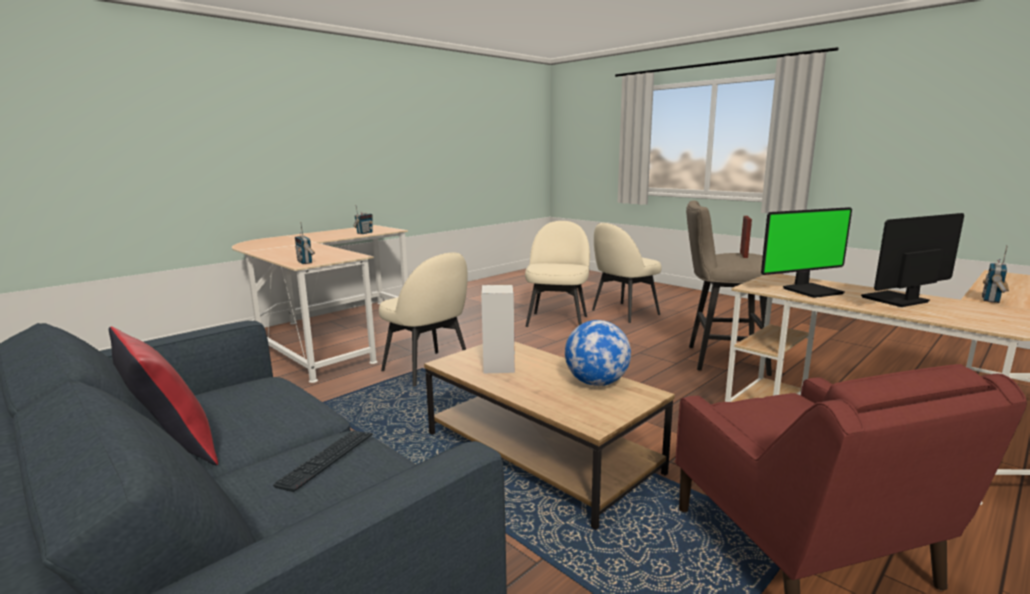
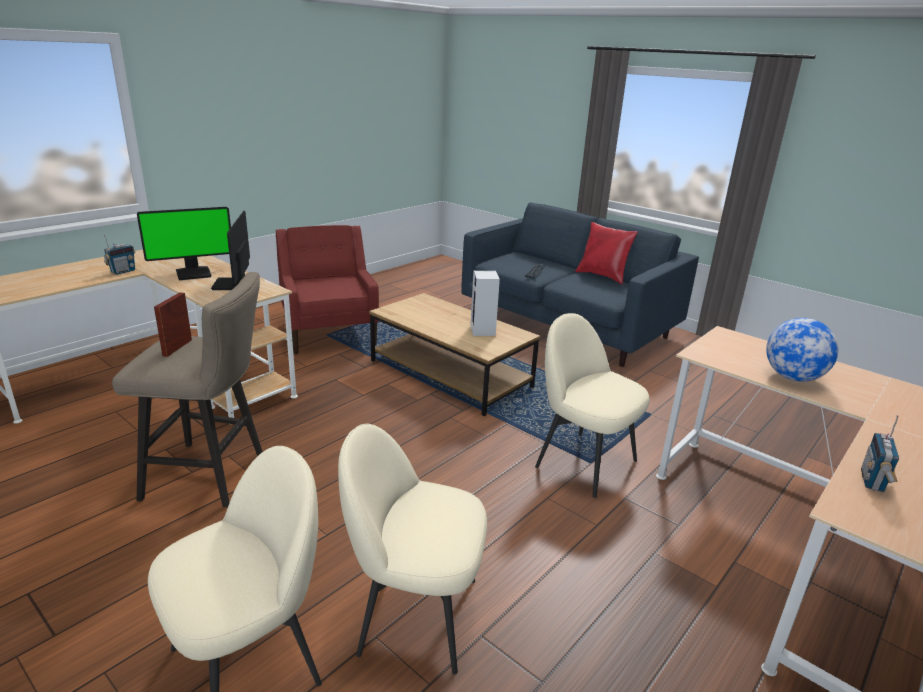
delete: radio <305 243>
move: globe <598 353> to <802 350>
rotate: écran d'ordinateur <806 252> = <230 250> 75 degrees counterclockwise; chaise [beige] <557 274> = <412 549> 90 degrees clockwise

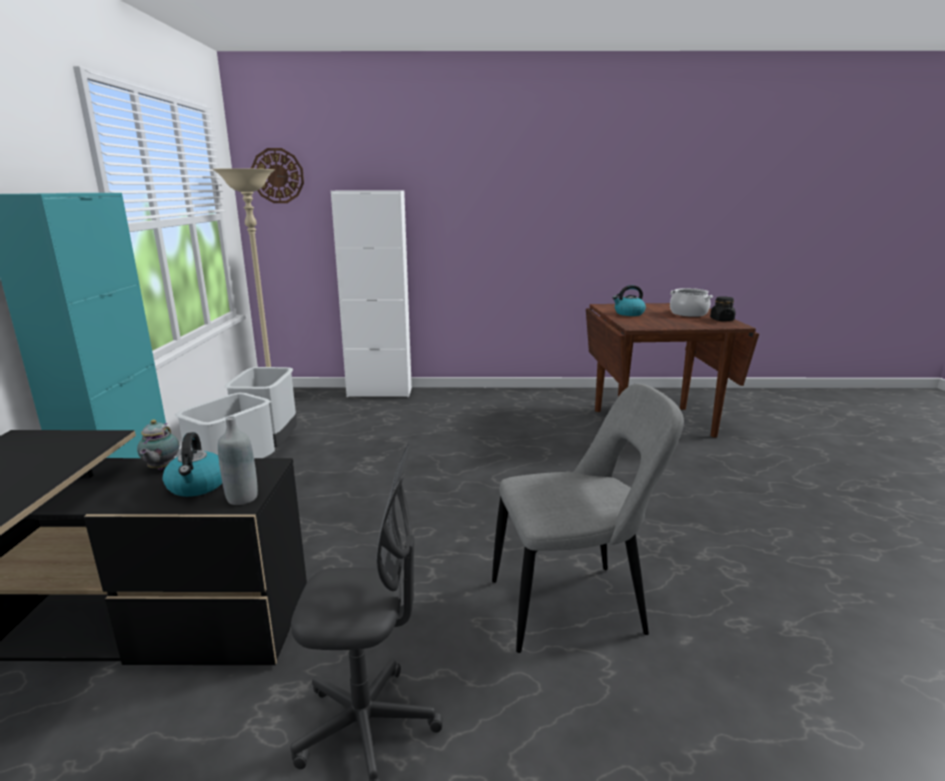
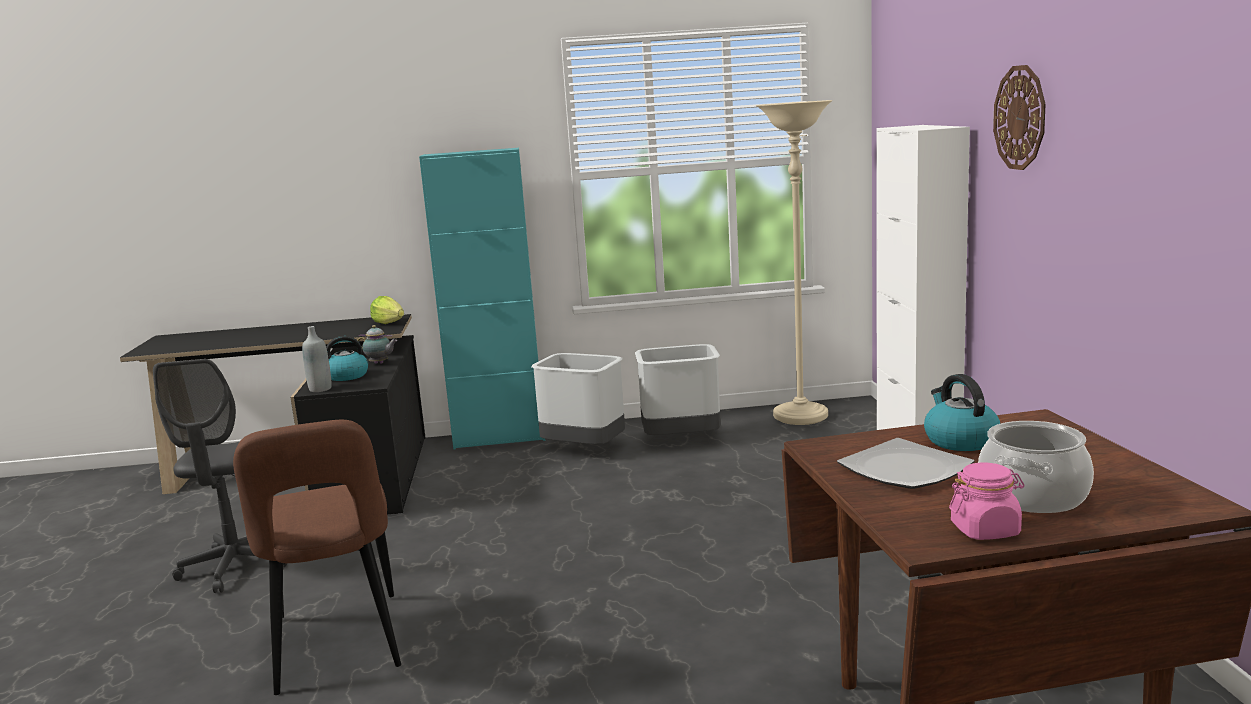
insert: laitue <387 310>; assiette <906 463>
move: horloge murale <277 175> to <1019 117>
recolor: chaise [gris] <588 518> to chaise [marron] <317 557>; bocal [noir] <723 308> to bocal [rose] <987 501>
rotate: théière <158 445> = <377 344> 150 degrees counterclockwise

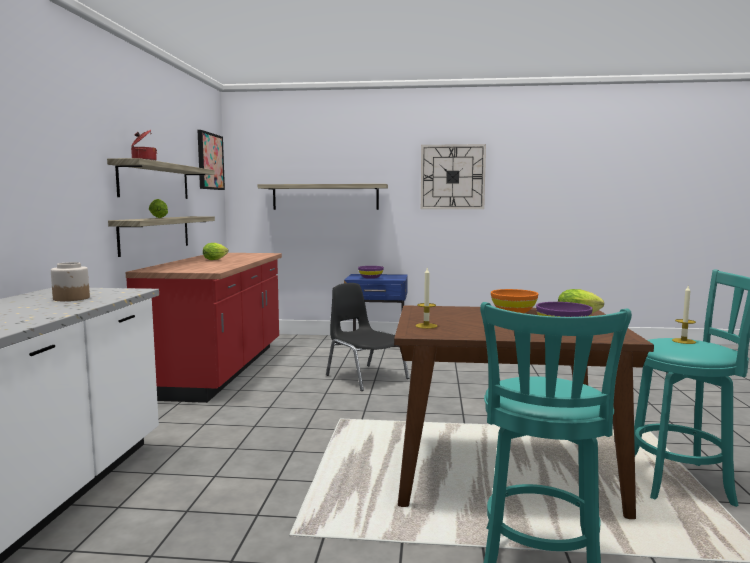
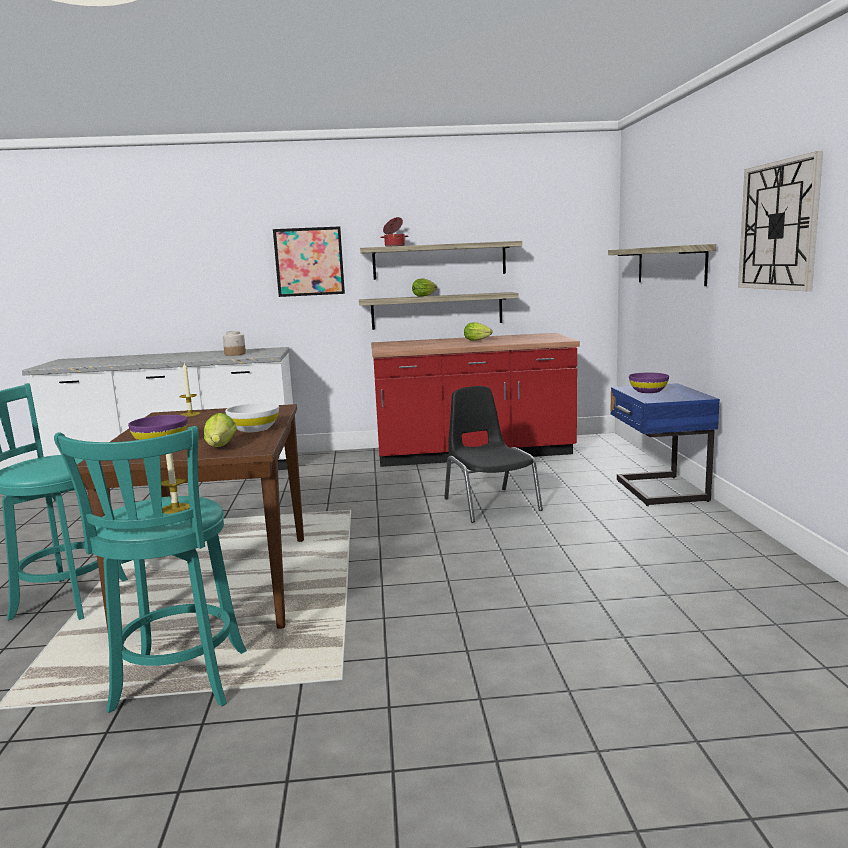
move: tableau <211 160> to <309 261>
recolor: bol [orange] <514 301> to bol [blanc] <252 417>
rotate: chaise [noir] <367 337> = <493 454> 60 degrees counterclockwise

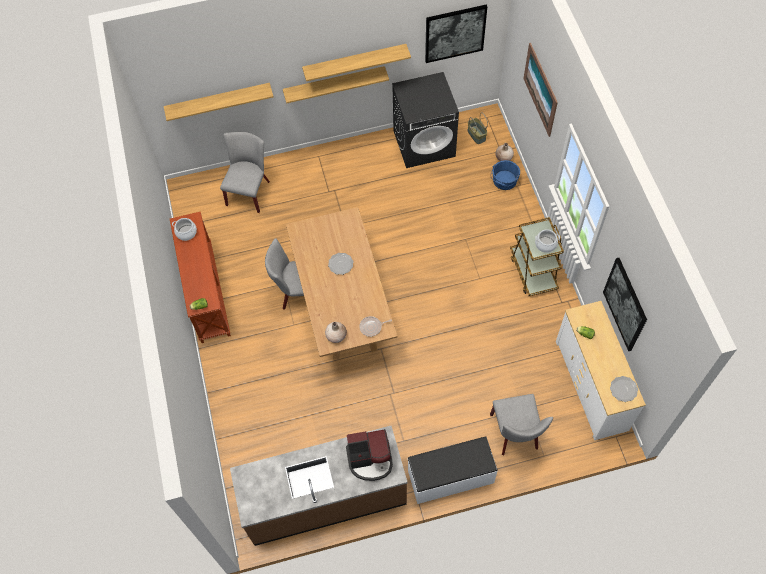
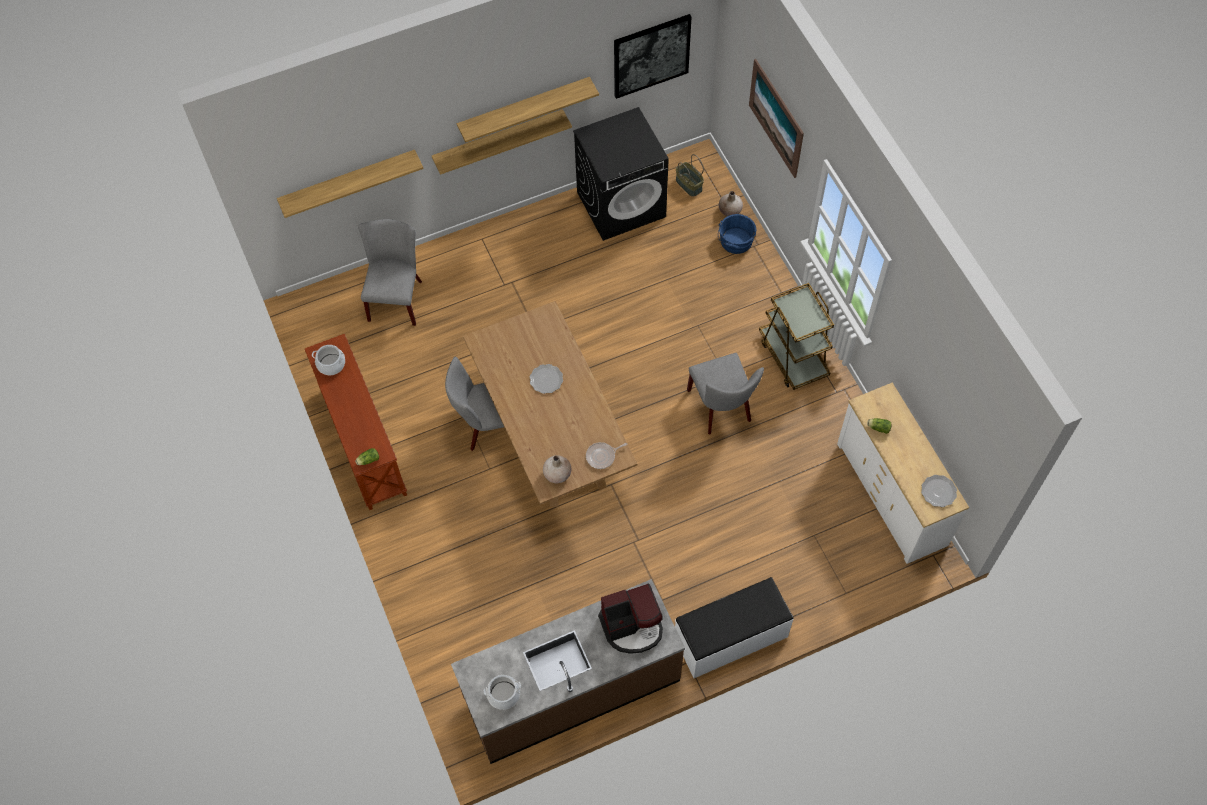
delete: tableau <625 304>
move: marmite <547 241> to <502 692>; chaise [gris] <521 425> to <725 394>

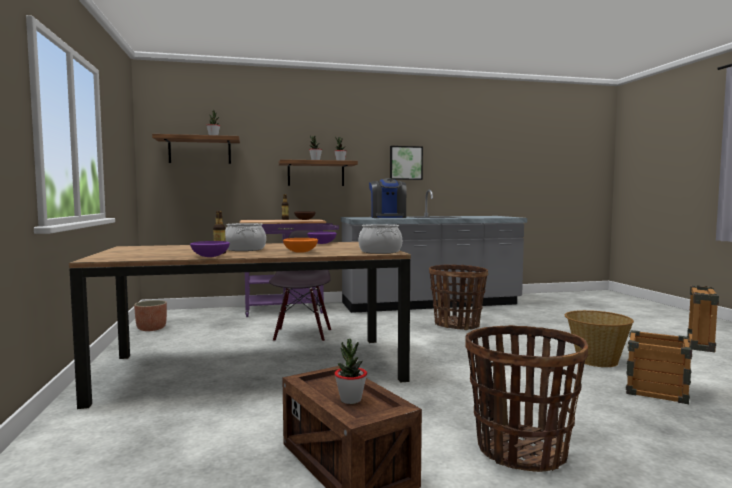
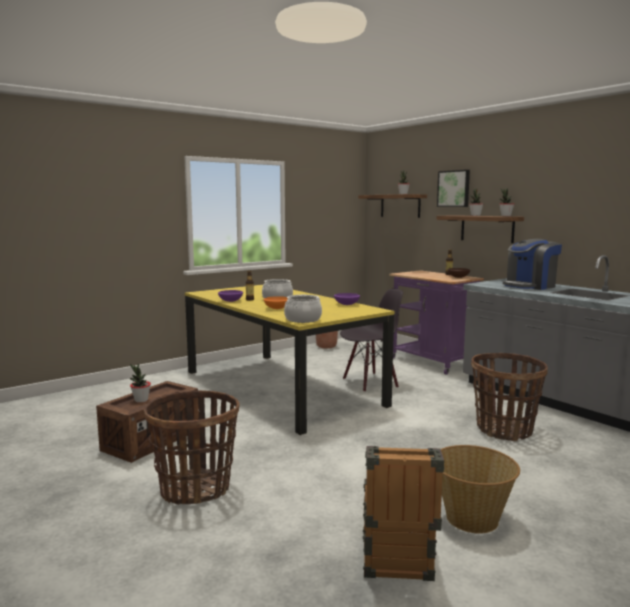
move: tableau <406 163> to <453 188>
recolor: table à manger [marron] <240 325> to table à manger [jaune] <289 360>

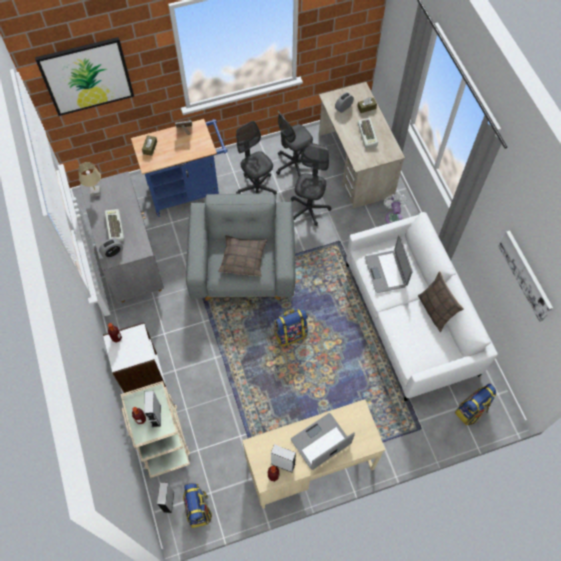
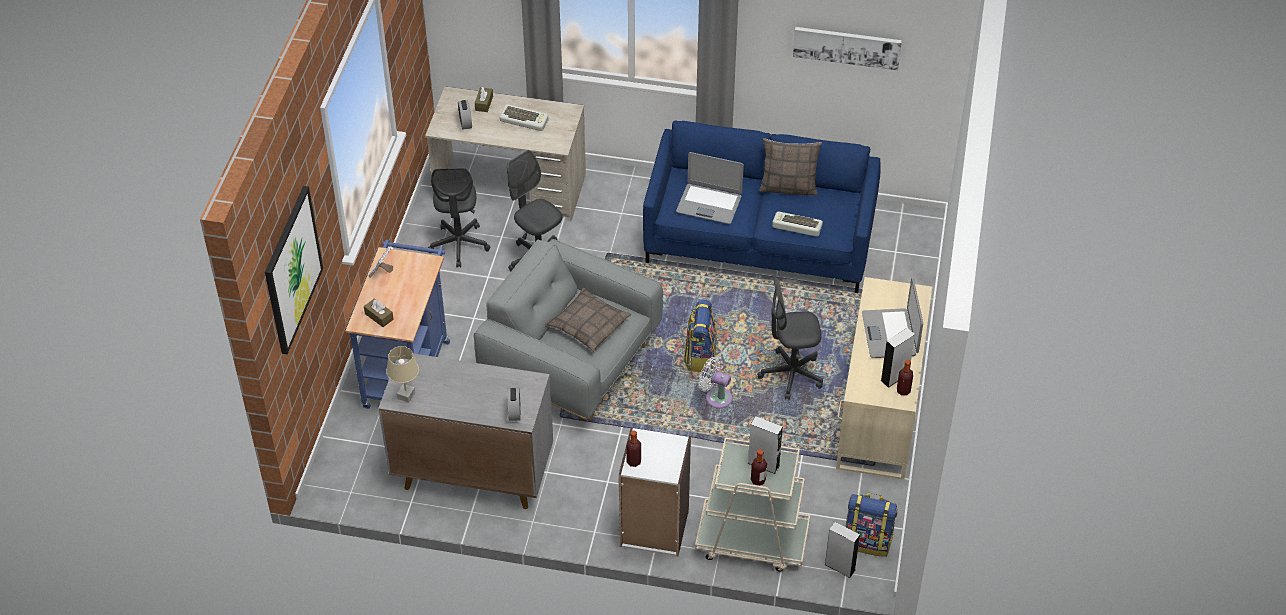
delete: sac à dos <475 404>
move: ventilateur [blanc] <395 208> to <715 382>; chaise de bureau [gris] <256 158> to <790 337>; clavier <115 225> to <797 224>
recolor: canapé [blanc] <422 306> to canapé [bleu] <762 207>

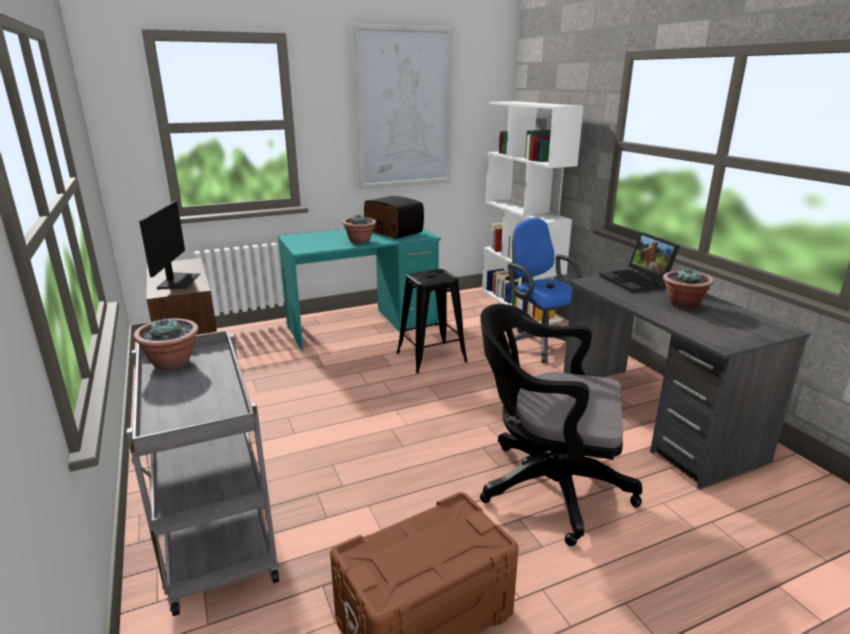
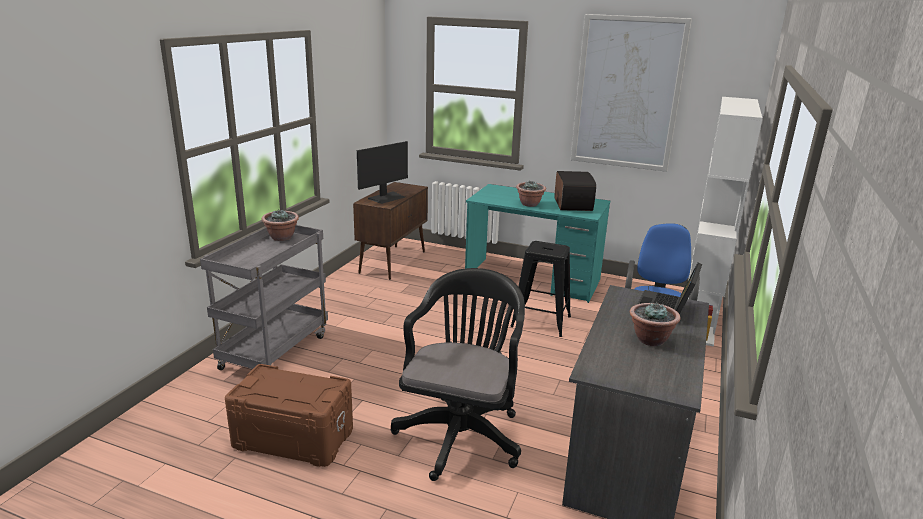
rotate: chaise de bureau [noir] <561 425> = <458 374> 45 degrees clockwise

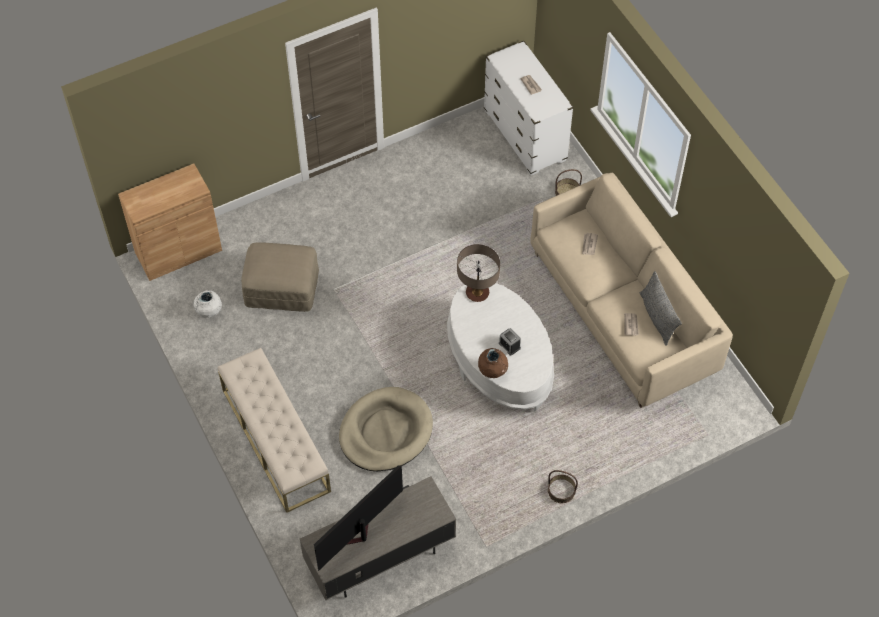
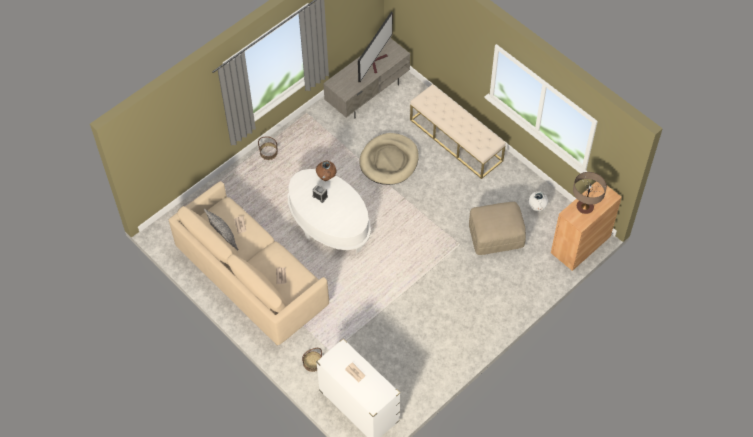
move: lampe de table <478 273> to <590 193>

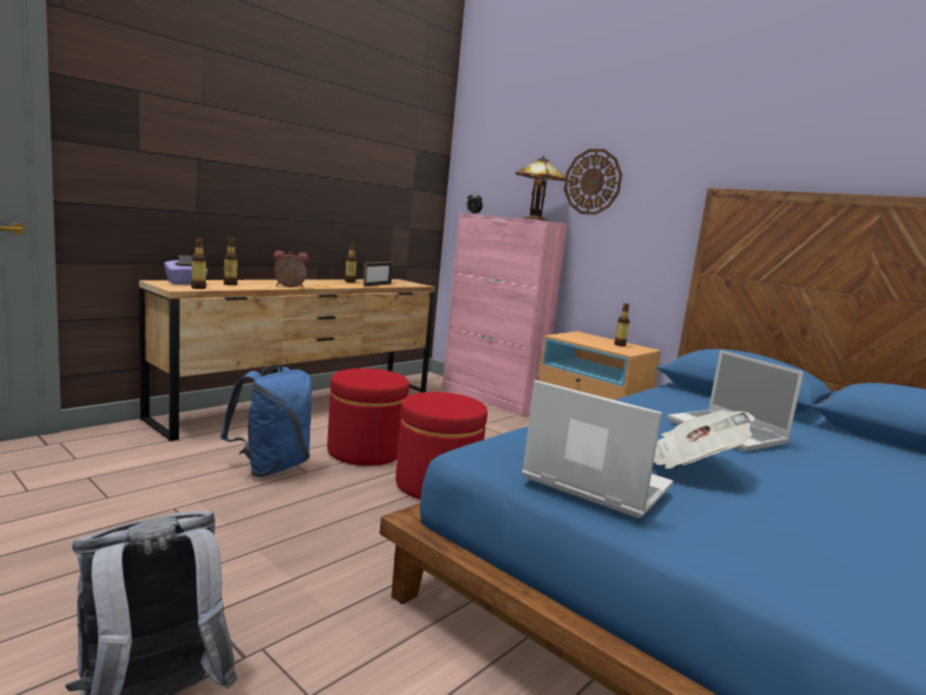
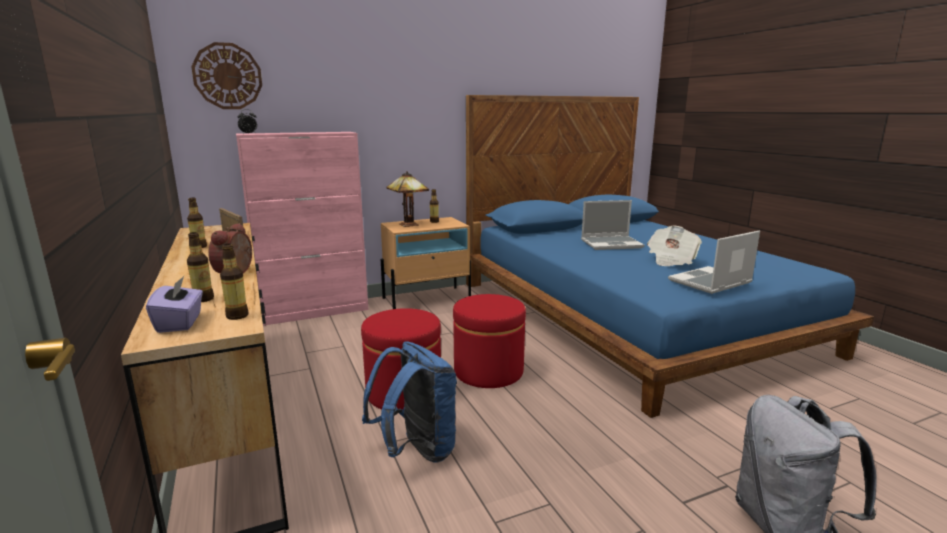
move: horloge murale <593 182> to <226 75>; lampe de table <541 188> to <407 199>

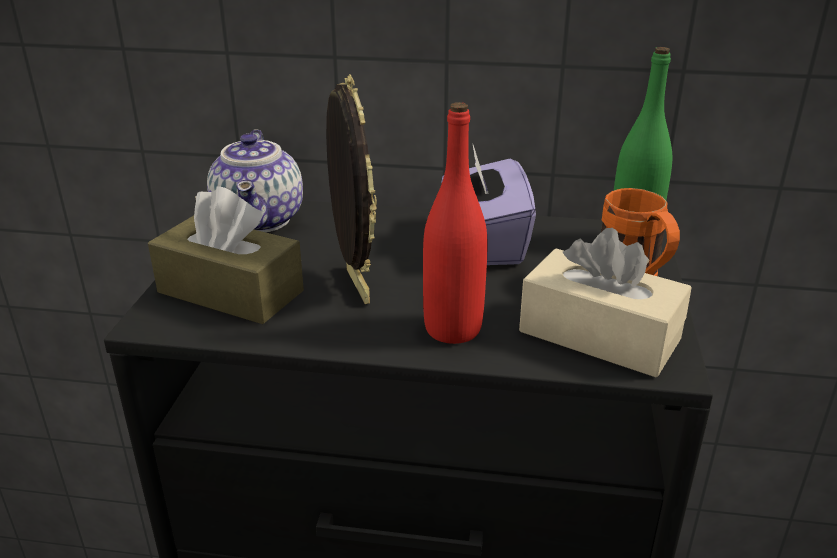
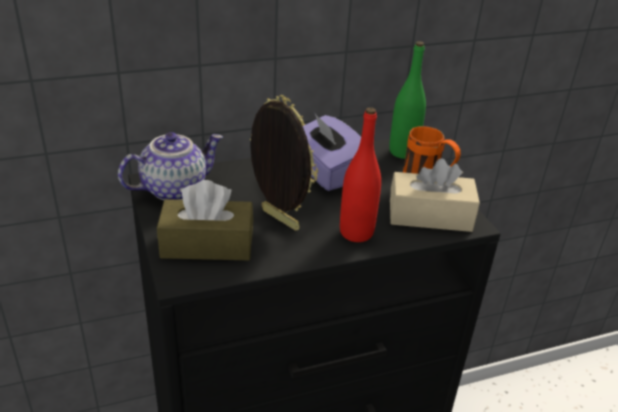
rotate: théière <255 181> = <170 166> 90 degrees counterclockwise

